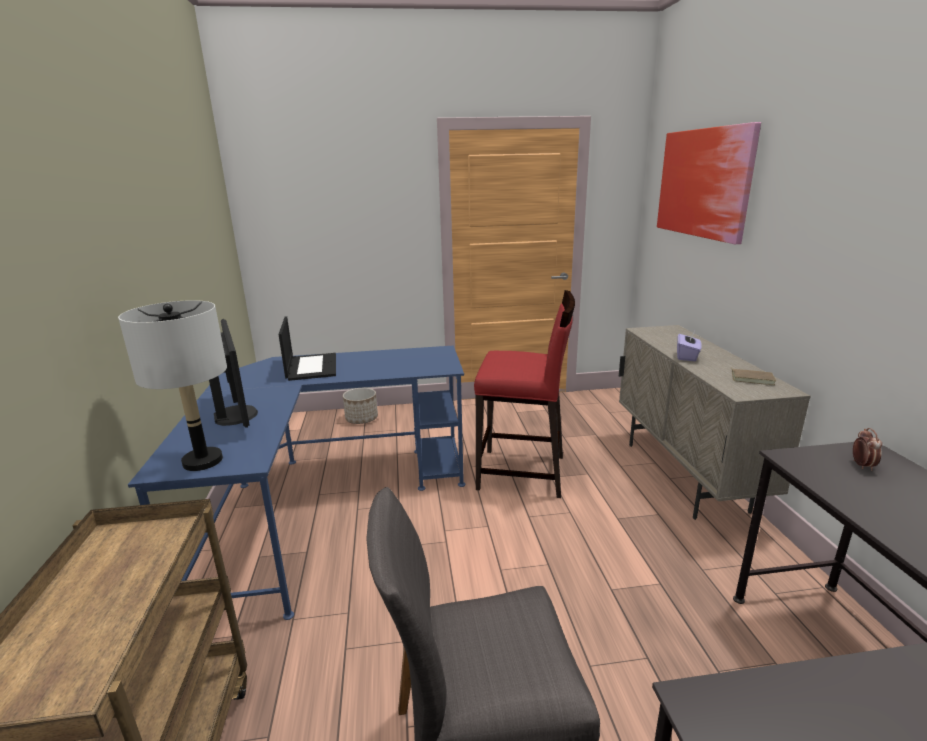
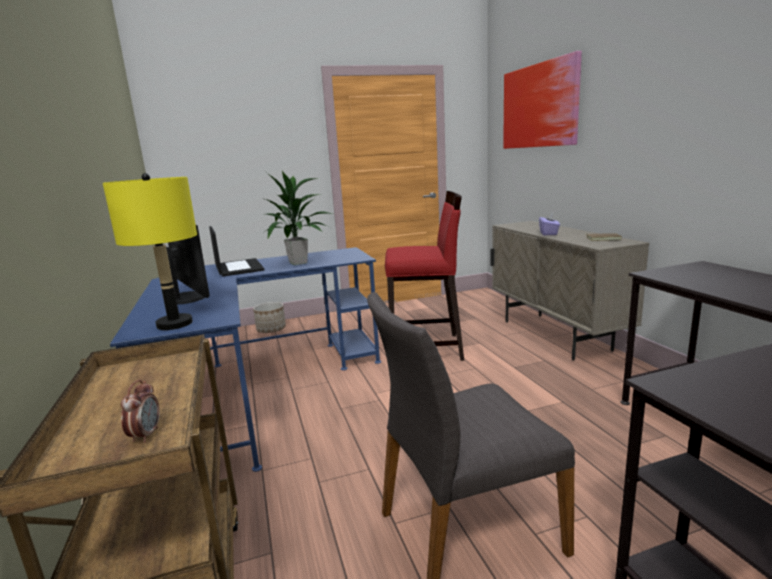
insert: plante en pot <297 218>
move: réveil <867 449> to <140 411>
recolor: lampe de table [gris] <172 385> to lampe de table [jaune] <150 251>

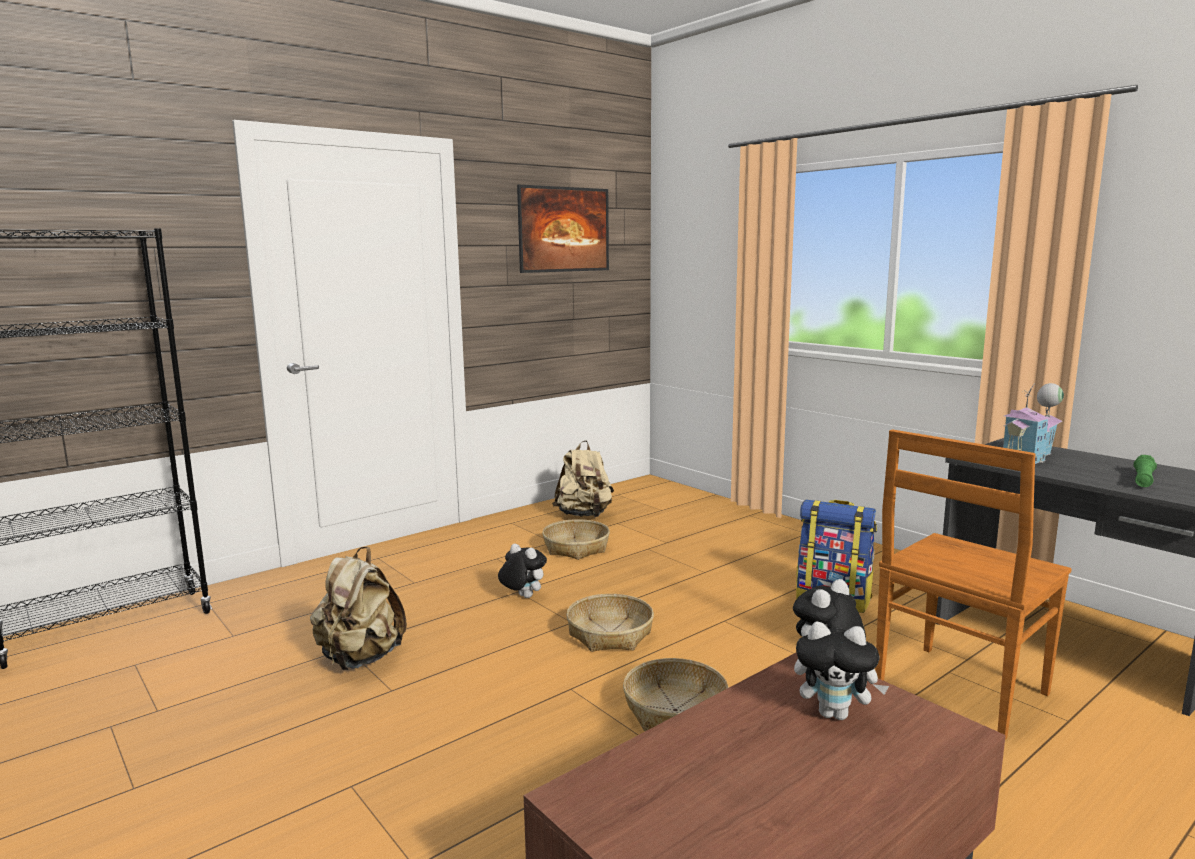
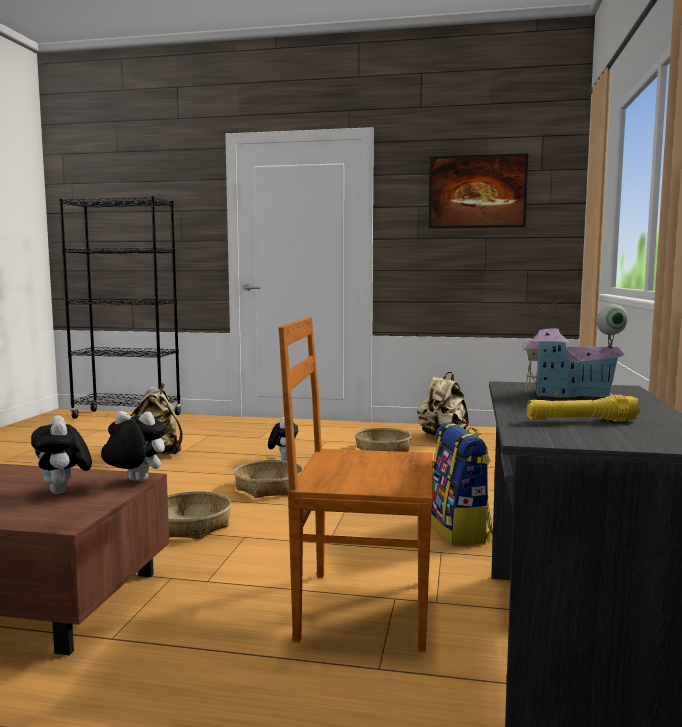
recolor: lampe de poche [vert] <1145 471> to lampe de poche [jaune] <584 408>

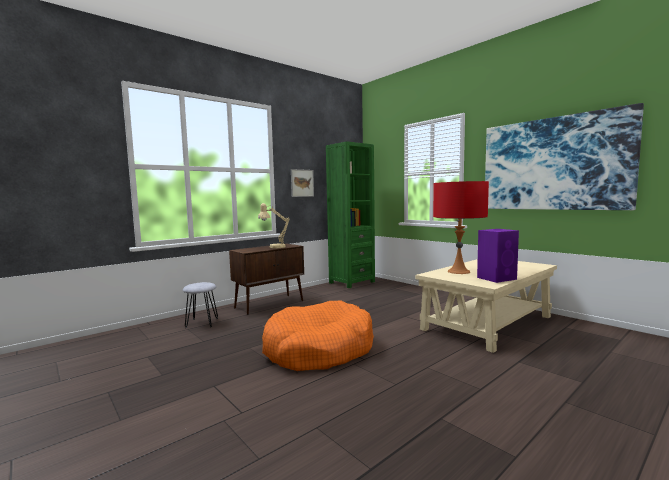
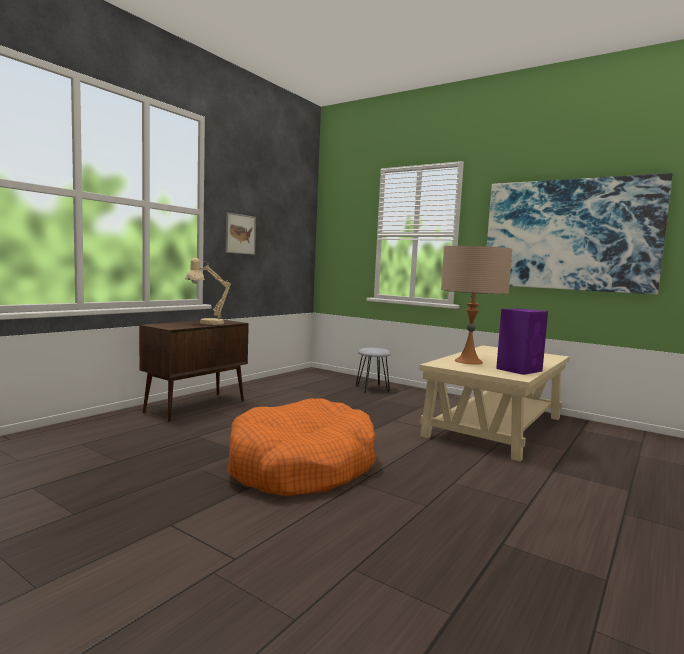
delete: bibliothèque [vert] <350 214>
move: tabouret [gris] <200 305> to <373 370>
recolor: lampe de table [rouge] <461 227> to lampe de table [beige] <476 305>

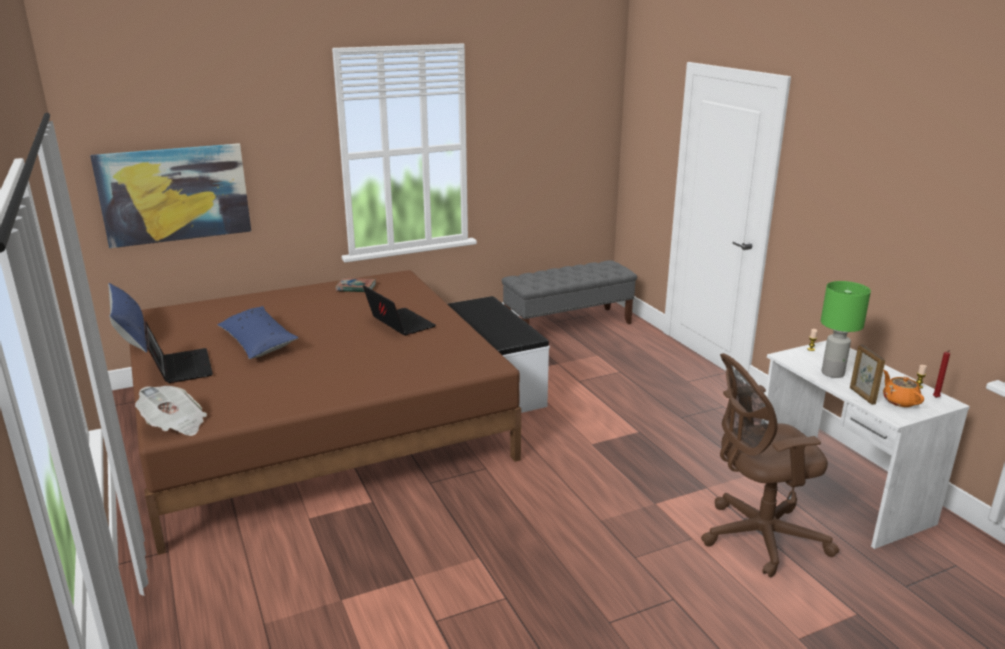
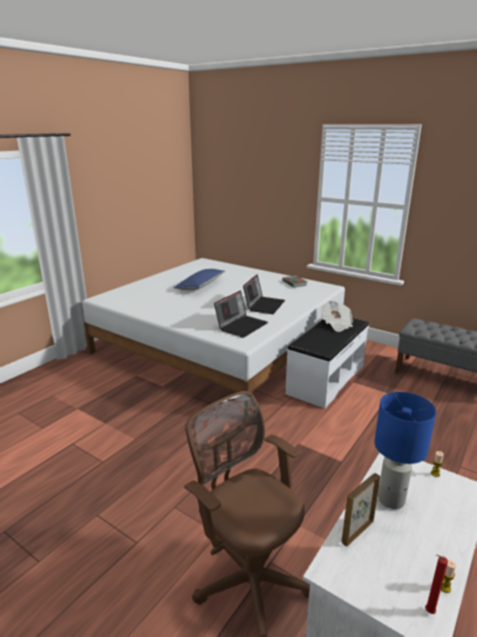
delete: tableau <170 195>; coussin [bleu] <127 318>; théière [orange] <903 388>
move: ordinateur portable <178 352> to <241 314>; journal <171 411> to <337 316>
recolor: lit [marron] <325 412> to lit [blanc] <213 335>; lampe de table [vert] <846 329> to lampe de table [bleu] <405 450>

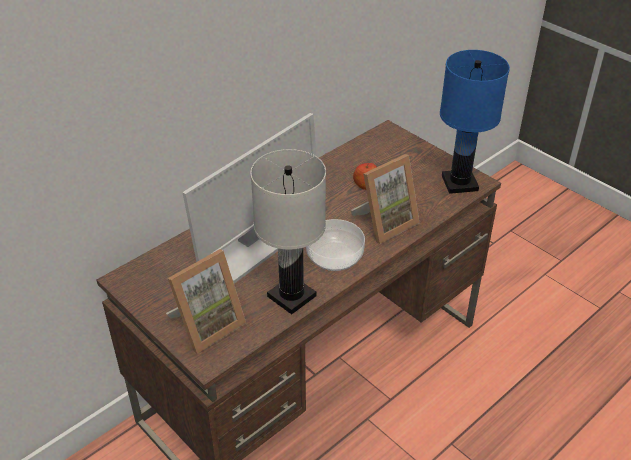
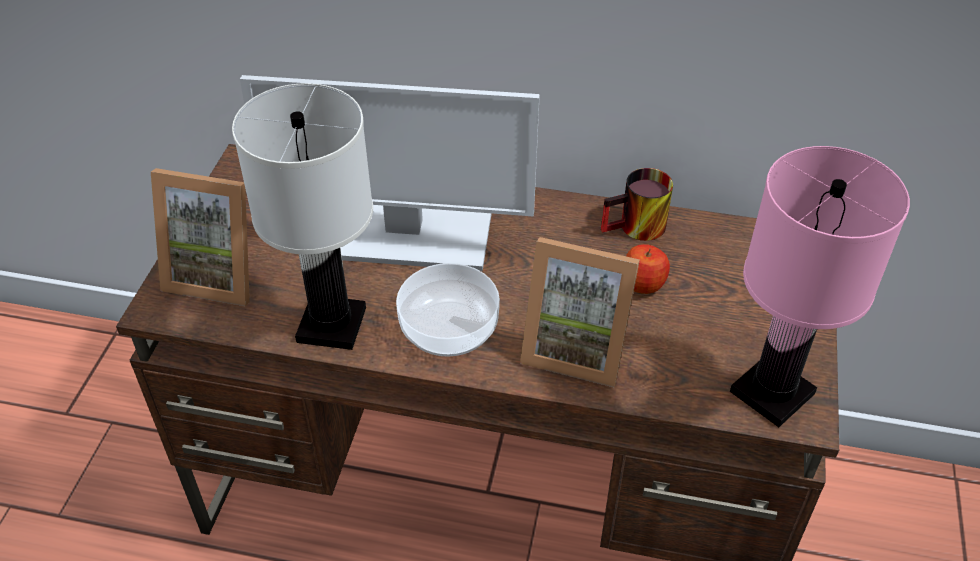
insert: mug <637 204>
recolor: lampe de table [bleu] <475 122> to lampe de table [rose] <820 286>

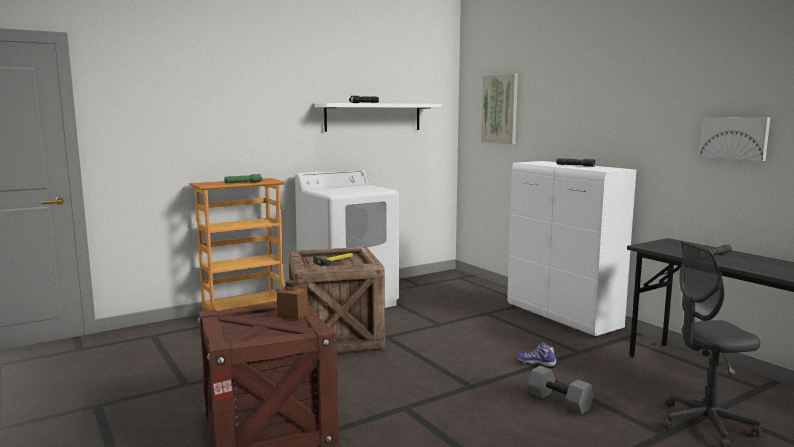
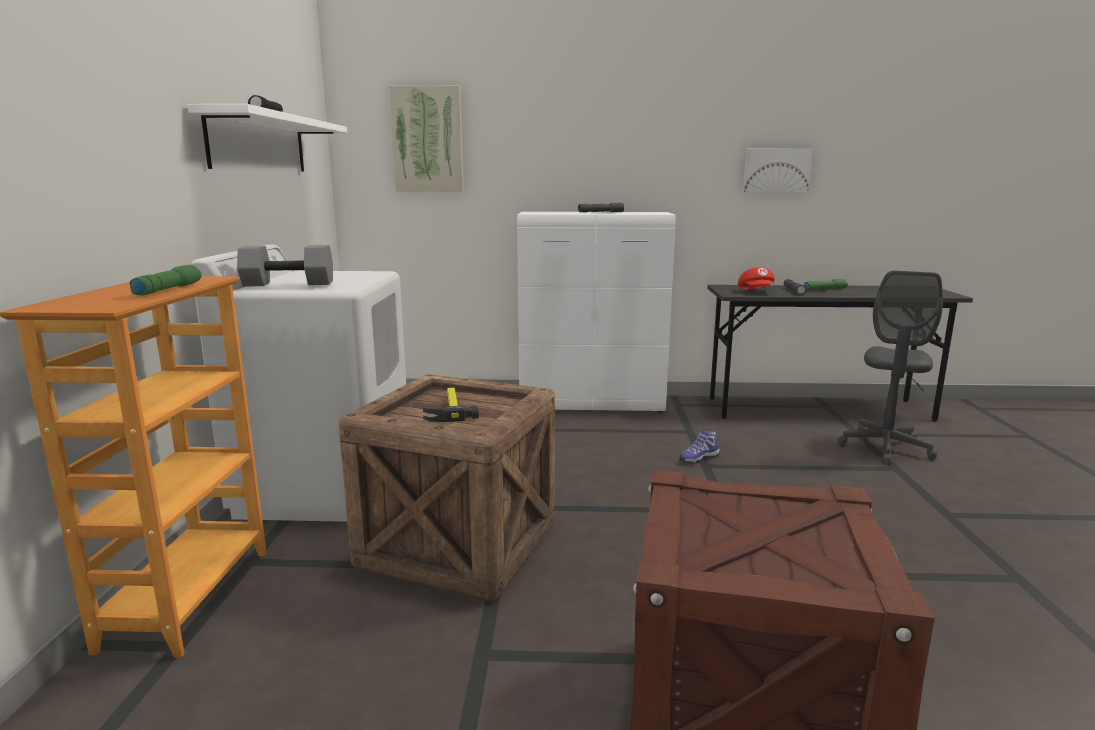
delete: bocal [marron] <292 300>
insert: casquette [rouge] <756 278>; lampe de poche [vert] <826 284>
move: haltère [gris] <560 390> to <285 266>

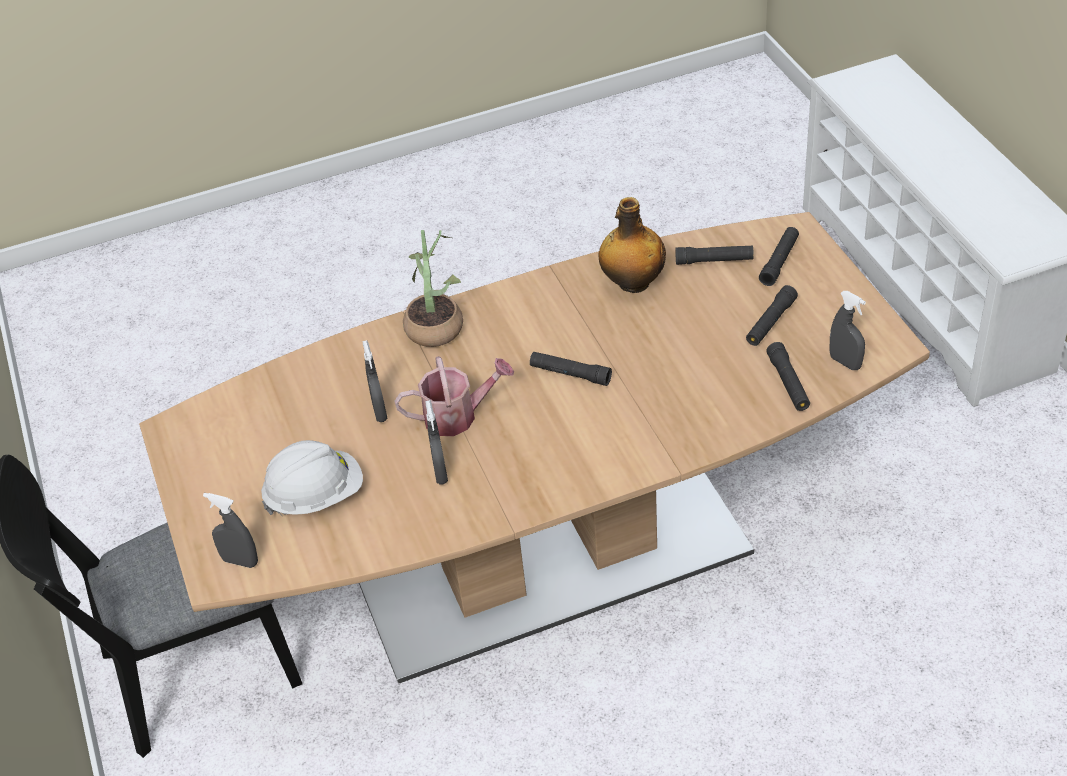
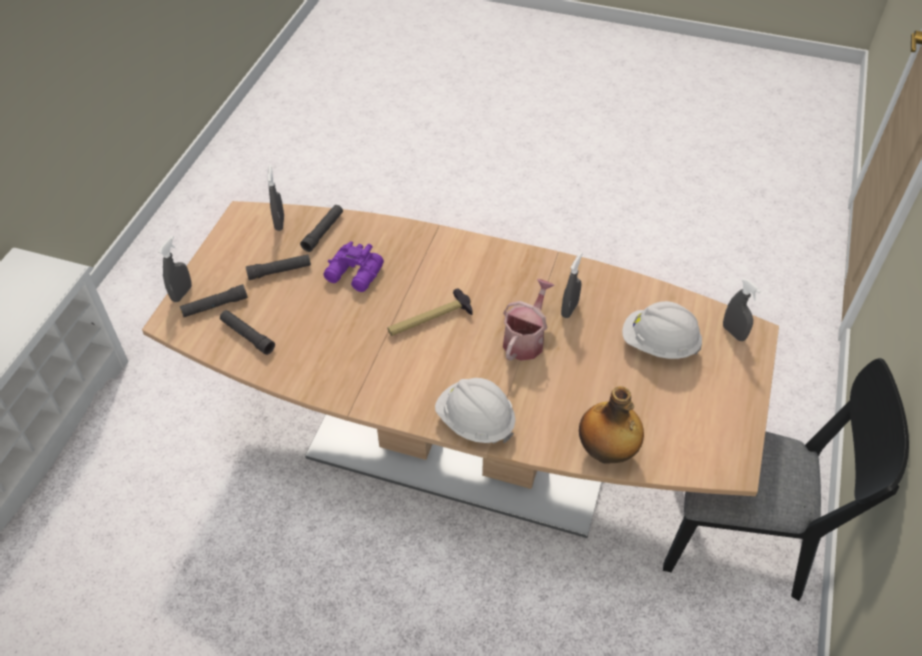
insert: jumelles [violet] <353 266>
move: vaporisateur [gris] <374 381> to <175 269>; bouteille <632 245> to <611 425>
replace: lampe de poche [noir] <571 369> to marteau <430 312>; plante en pot <433 288> to casque de chantier [blanc] <475 411>
rotate: arrosoir <454 396> = <529 320> 90 degrees clockwise

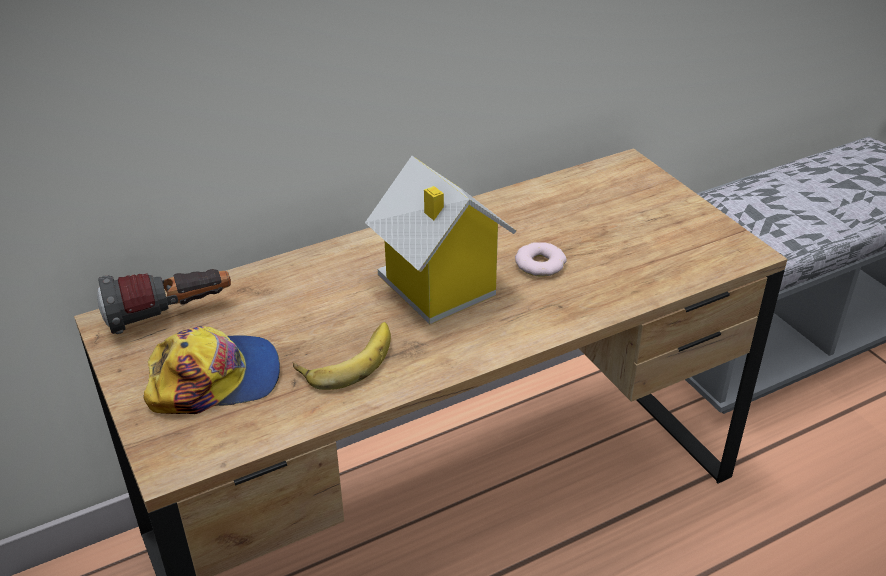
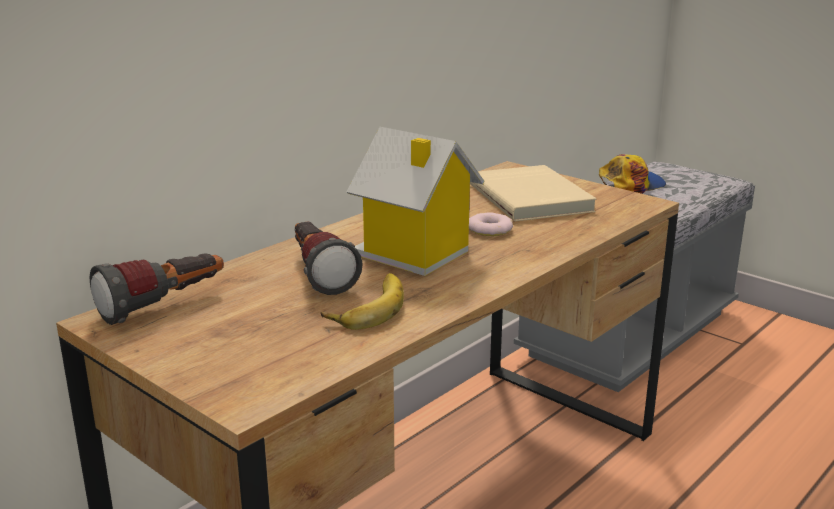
insert: lampe de poche <328 258>; livre [beige] <533 193>
move: casquette <211 370> to <632 174>

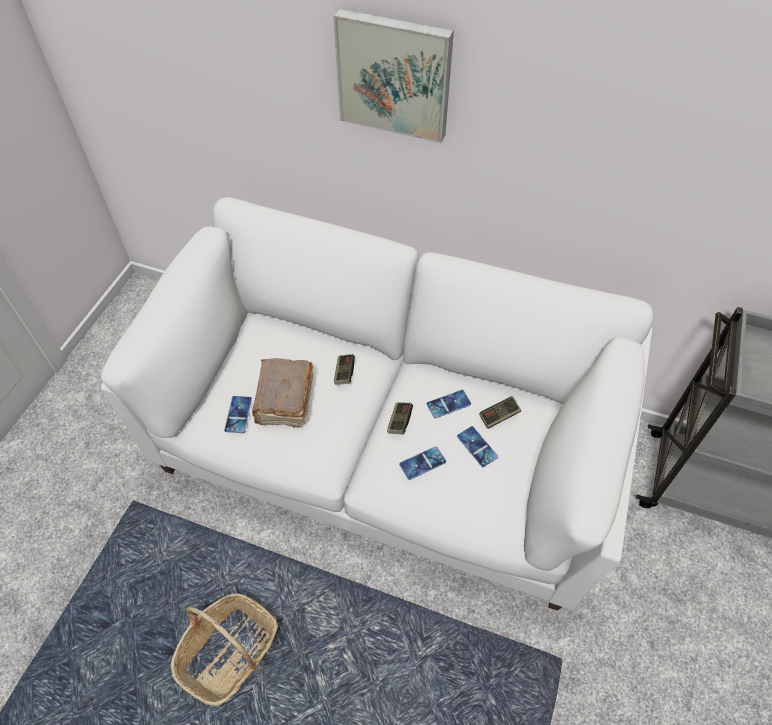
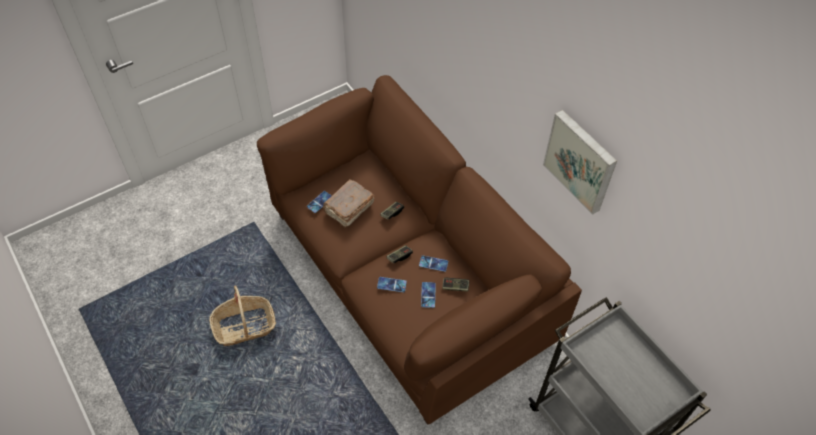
move: tableau <394 76> to <580 162>
recolor: canapé [blanc] <377 404> to canapé [marron] <419 250>

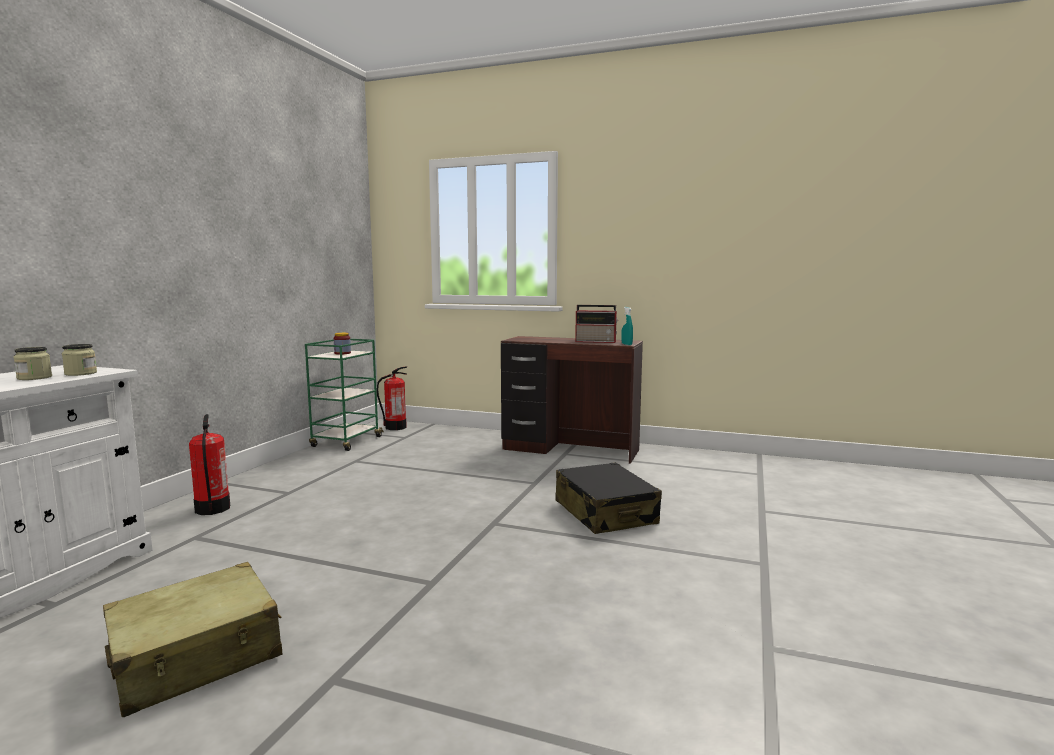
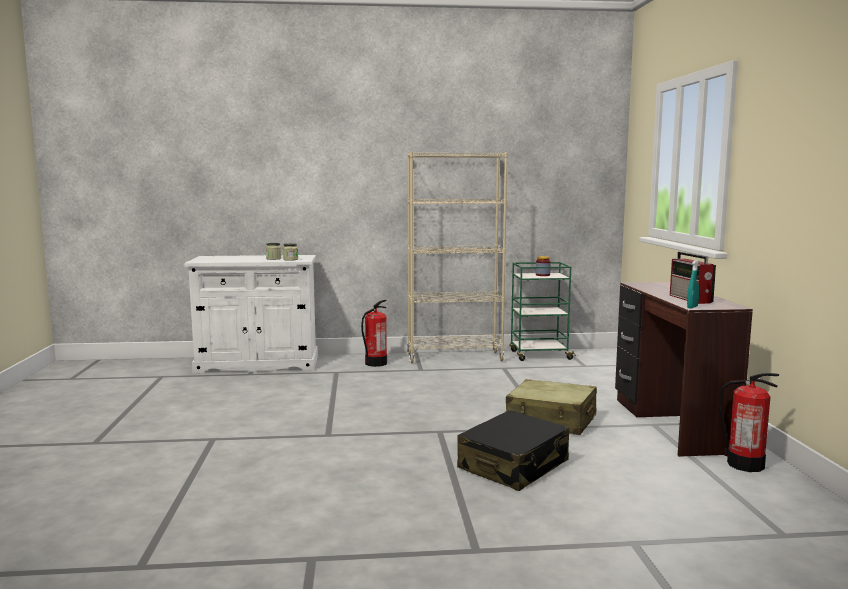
insert: bibliothèque [beige] <457 257>
move: valise [beige] <192 639> to <551 407>; extincteur <392 398> to <749 422>

